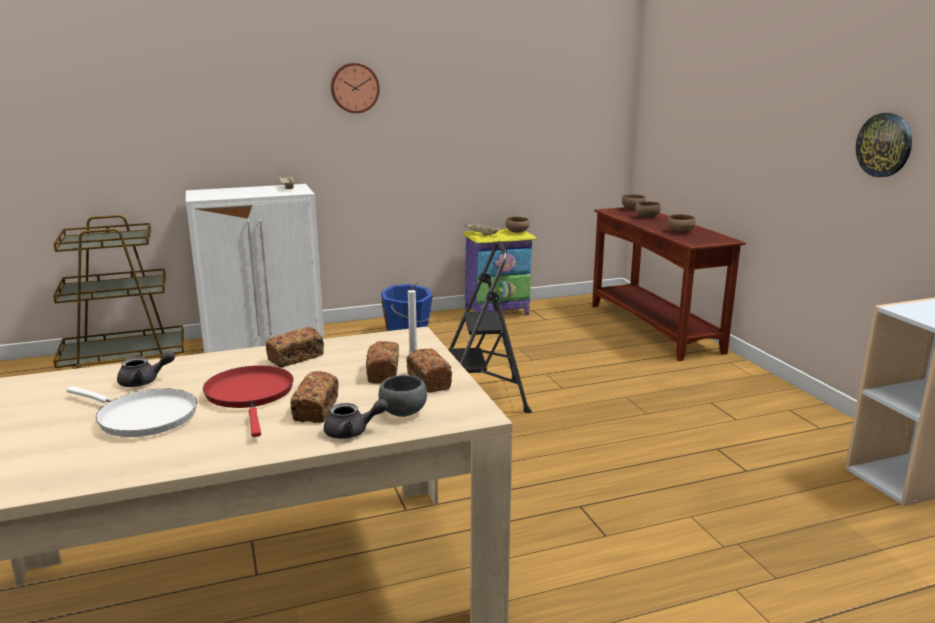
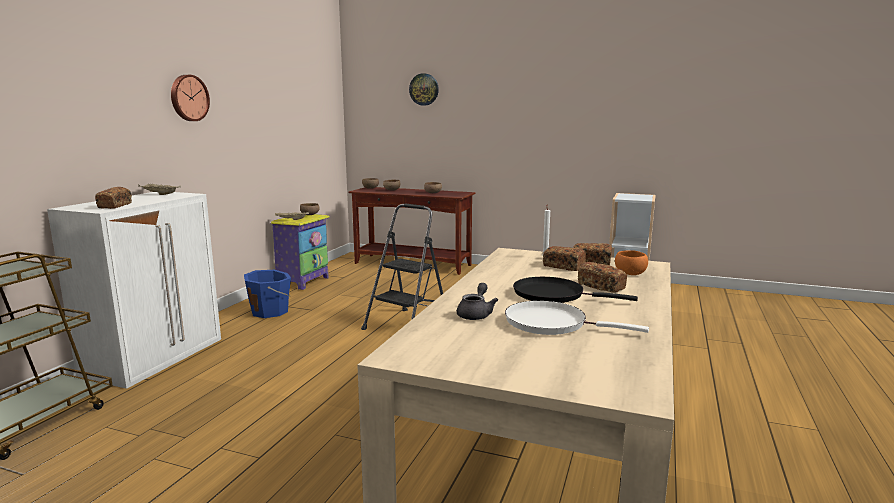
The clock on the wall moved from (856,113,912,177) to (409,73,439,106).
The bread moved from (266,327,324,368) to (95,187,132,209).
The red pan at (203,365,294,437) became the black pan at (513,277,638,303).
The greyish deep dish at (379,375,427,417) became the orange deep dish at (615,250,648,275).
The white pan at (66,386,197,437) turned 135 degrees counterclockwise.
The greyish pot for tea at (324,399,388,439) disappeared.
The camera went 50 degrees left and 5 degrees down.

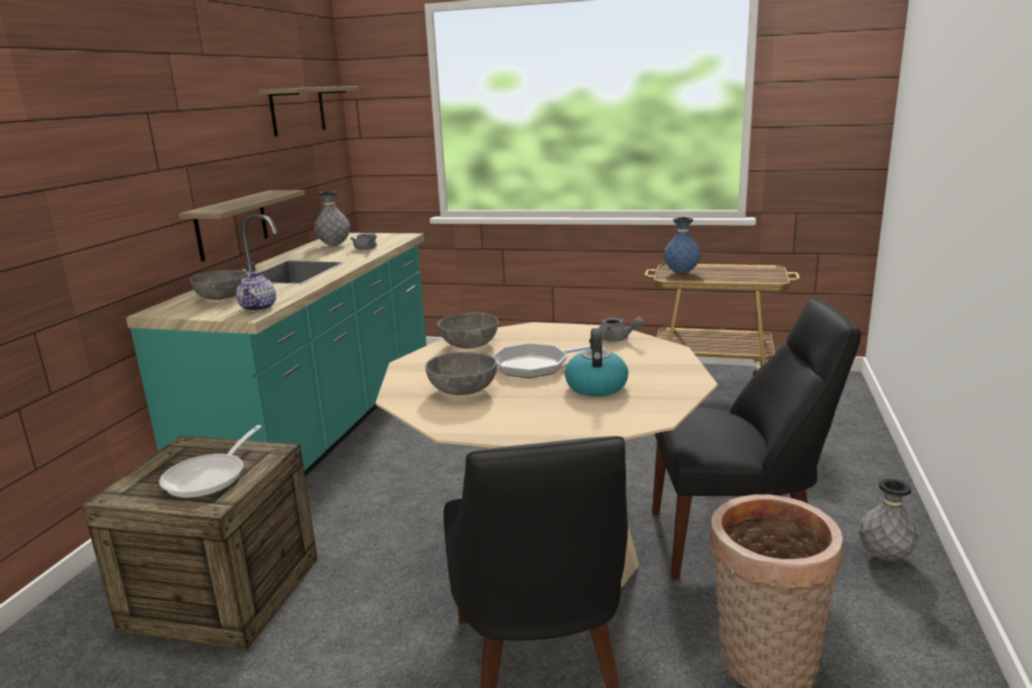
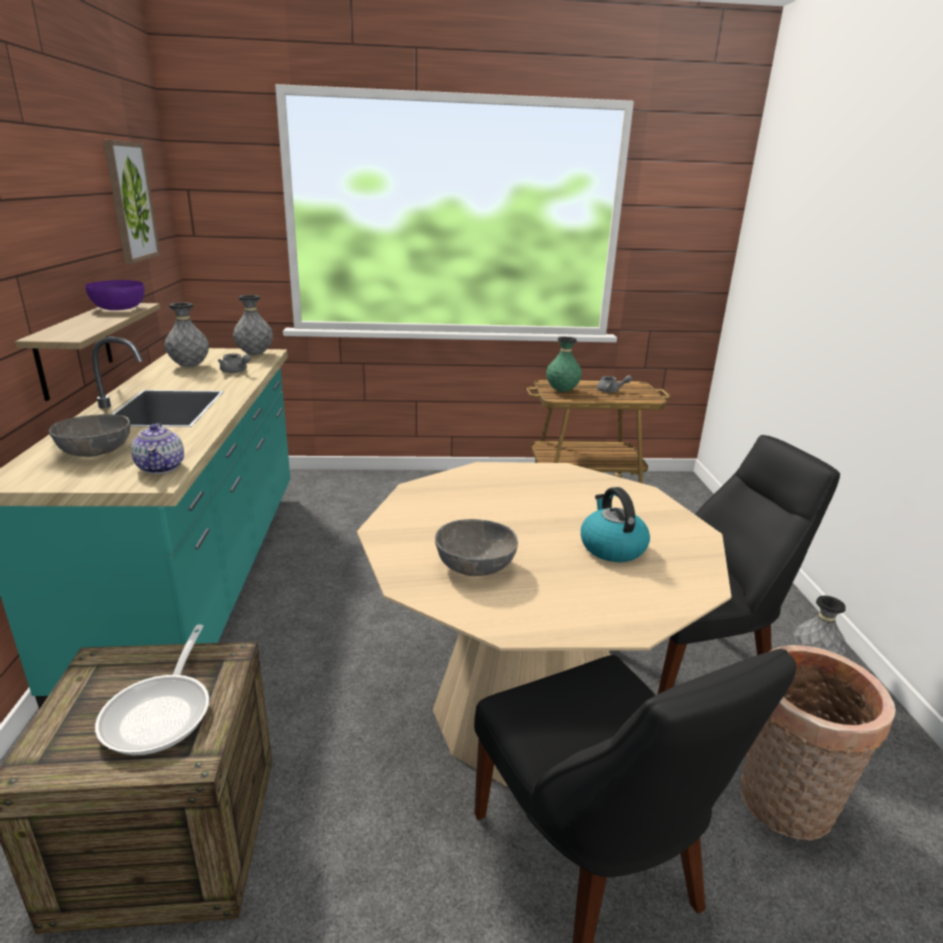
The wall shelf at (258,86,359,136) was replaced by the wall art at (103,140,160,264).
The blue-coloured vase at (664,217,701,274) became the green-coloured vase at (546,337,582,392).
The greyish deep dish at (437,312,498,349) disappeared.
The greyish pot for tea moved from (599,317,644,342) to (597,375,632,393).
The pan at (492,343,603,378) disappeared.
The purplish deep dish at (85,280,145,310) appeared.
The greyish vase at (233,295,273,355) appeared.
The camera went 20 degrees left and 5 degrees up.

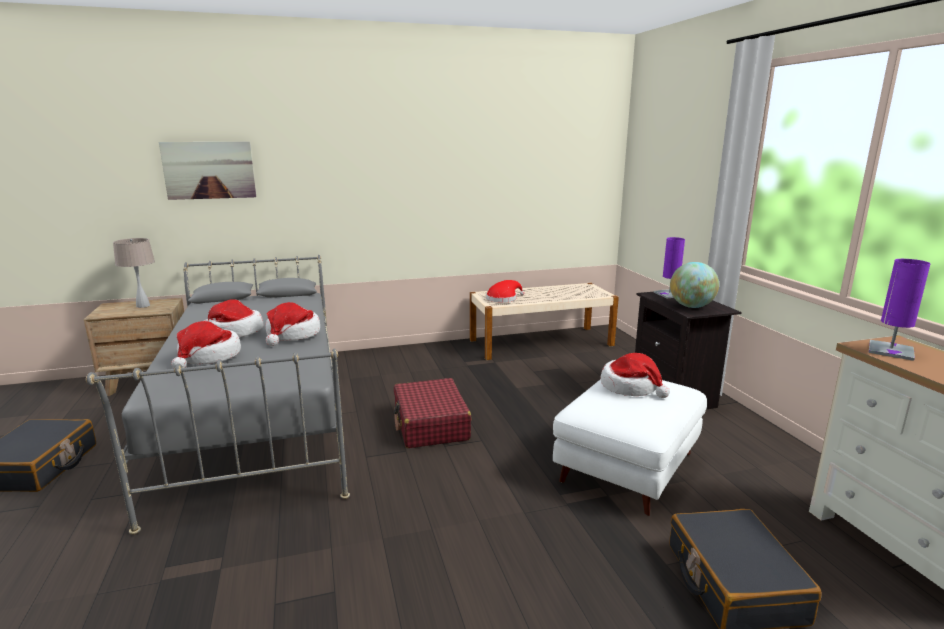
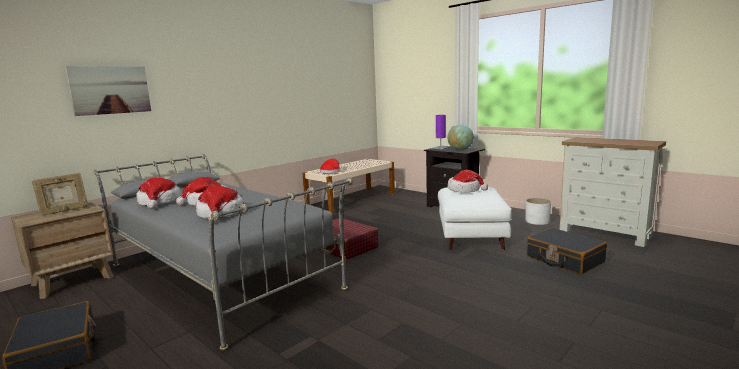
The beige tabletop lamp at (113,238,155,308) was replaced by the standing frame at (32,173,88,216).
The purplish tabletop lamp at (869,259,931,361) disappeared.
The wearable hat moved from (266,302,320,346) to (136,177,181,209).
The white flower pot at (526,198,551,225) appeared.
The camera went 30 degrees left and 5 degrees down.

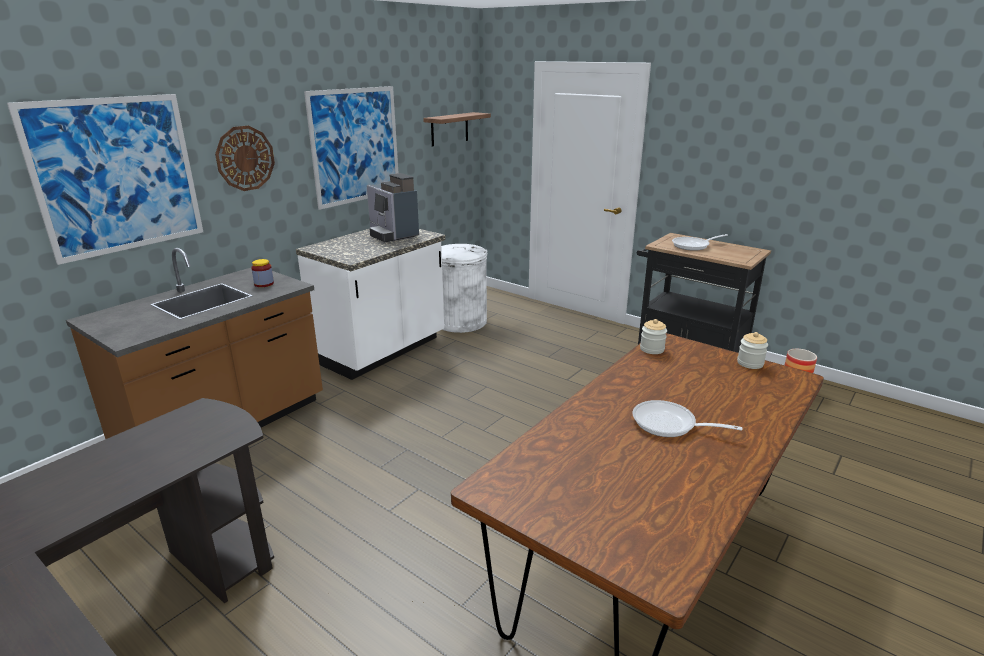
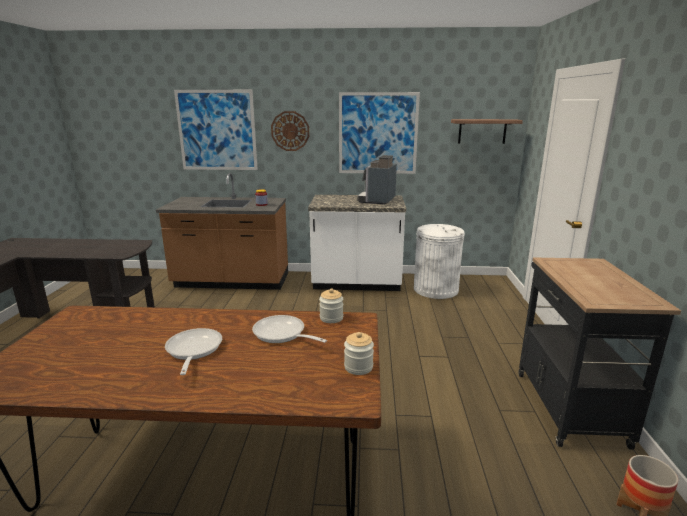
The pan moved from (672,234,728,251) to (252,315,327,343).
The camera went 55 degrees right and 5 degrees down.

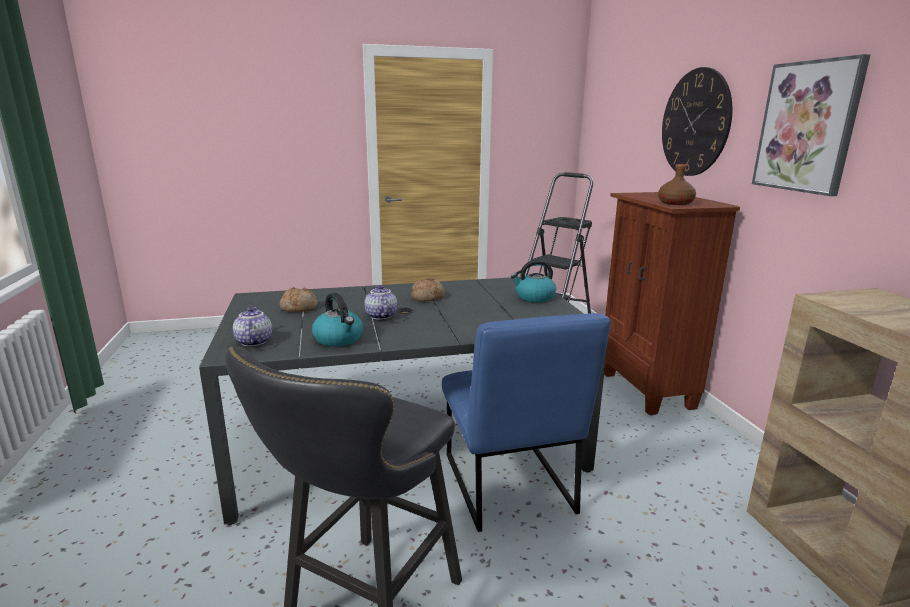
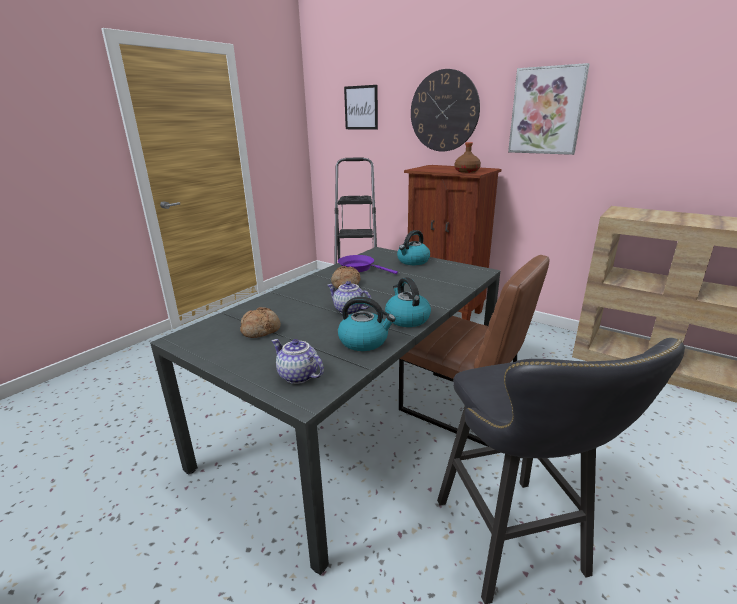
The blue-coloured upright chair at (442,313,611,532) became the brownish upright chair at (399,255,550,447).
The wall art at (344,85,378,130) appeared.
The purplish pan at (338,255,398,274) appeared.
The kettle at (385,277,431,327) appeared.
The camera went 40 degrees left and 5 degrees up.

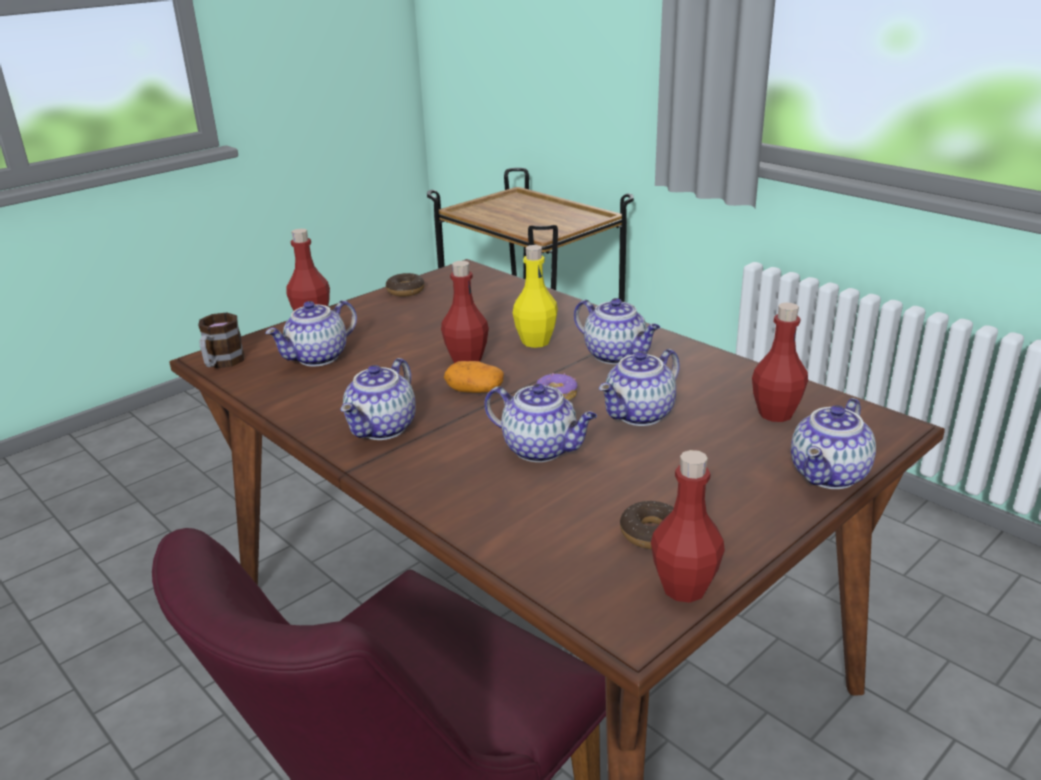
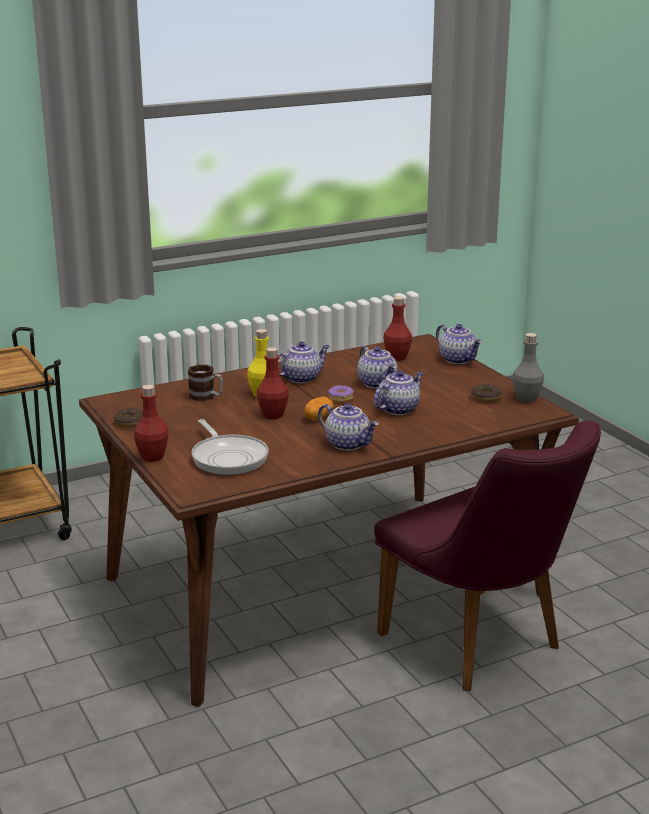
The pot for tea at (265,300,357,367) was replaced by the pan at (191,419,269,475).
The mug moved from (198,313,245,368) to (188,365,223,401).
The red drink bottle at (651,450,725,603) became the greyish drink bottle at (512,333,544,403).
The camera went 75 degrees left and 5 degrees down.

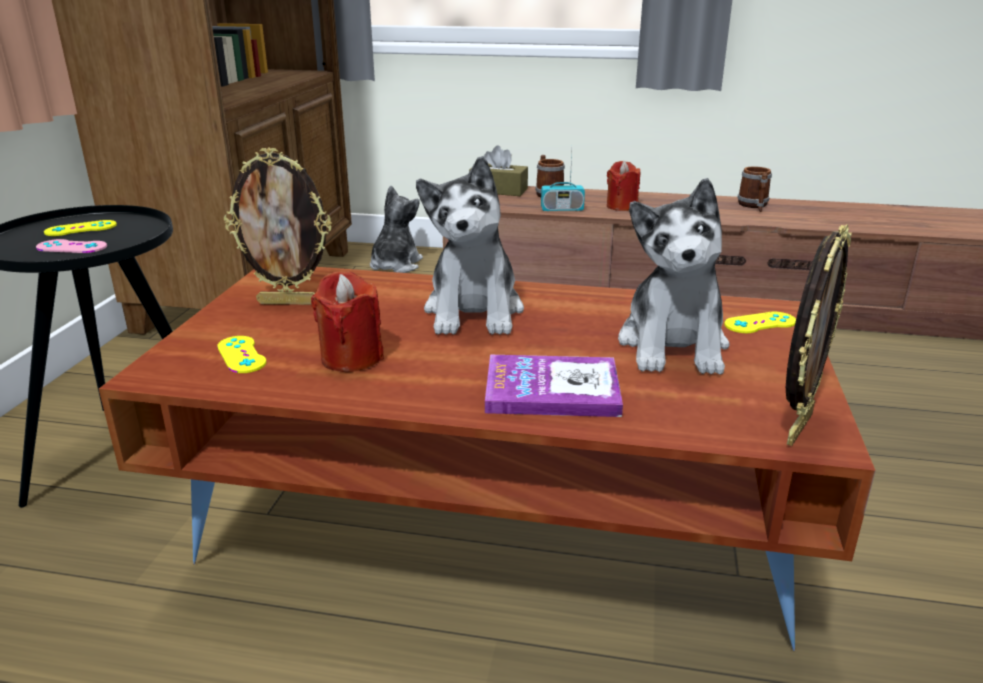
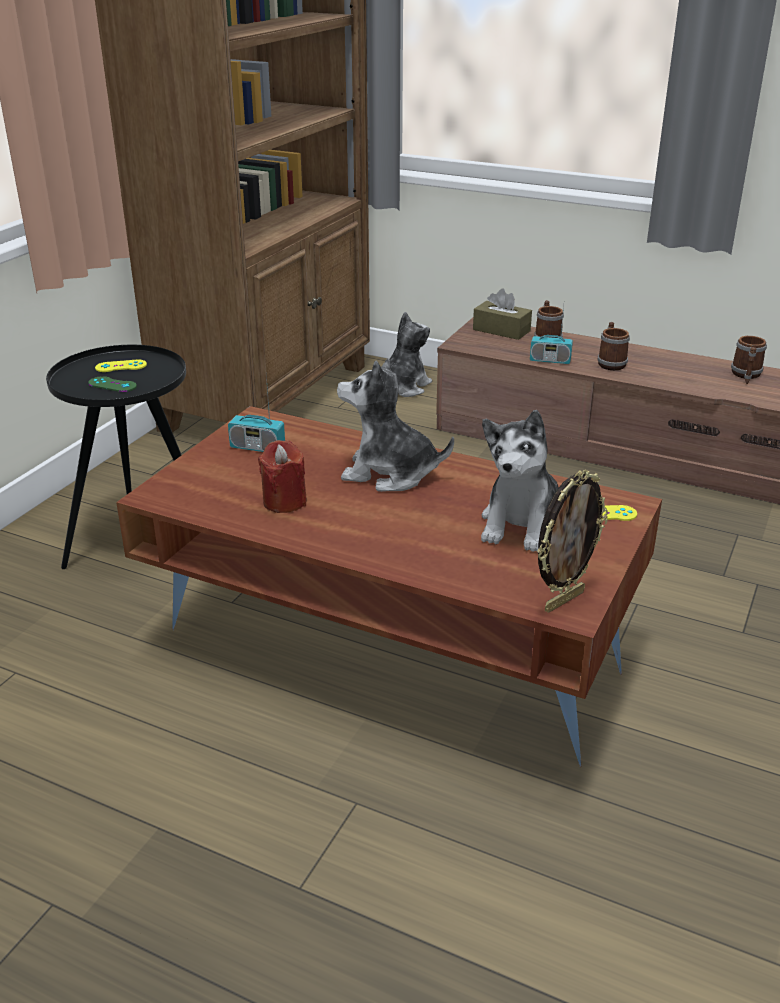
The standing frame at (224,147,332,305) was replaced by the radio set at (228,374,285,452).
The soft toy at (416,156,524,335) turned 90 degrees clockwise.
The red candle at (607,161,640,211) was replaced by the mug at (598,322,630,370).
The pink gamepad at (36,239,107,253) became the green-coloured gamepad at (88,376,137,392).
The yellowish gamepad at (217,336,267,373) disappeared.
The bound book at (485,355,623,417) disappeared.
The camera went 15 degrees right and 5 degrees up.

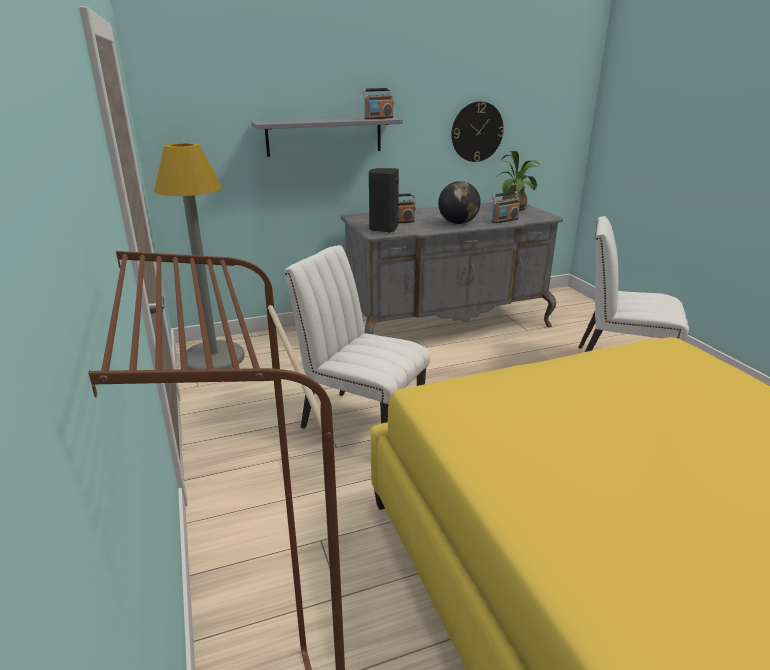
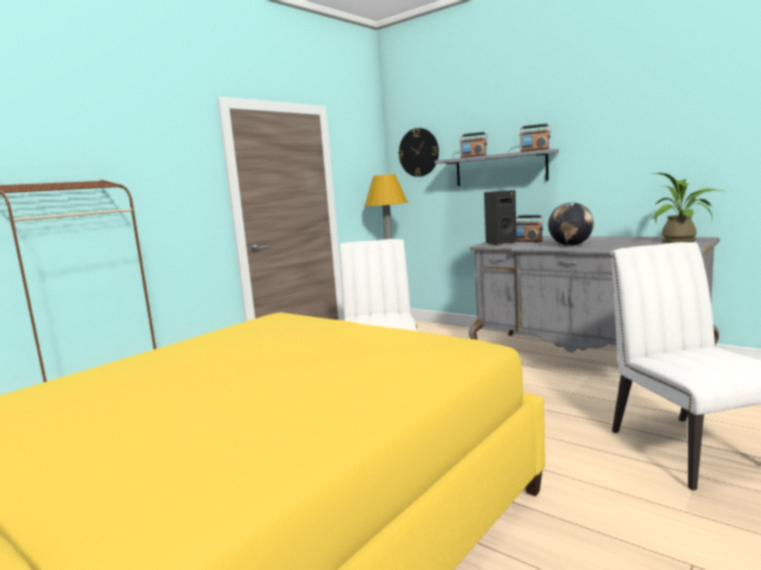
The clock on the wall moved from (451,101,504,162) to (398,128,439,177).
The radio set moved from (492,191,520,223) to (460,132,487,158).
The camera went 60 degrees right and 15 degrees down.

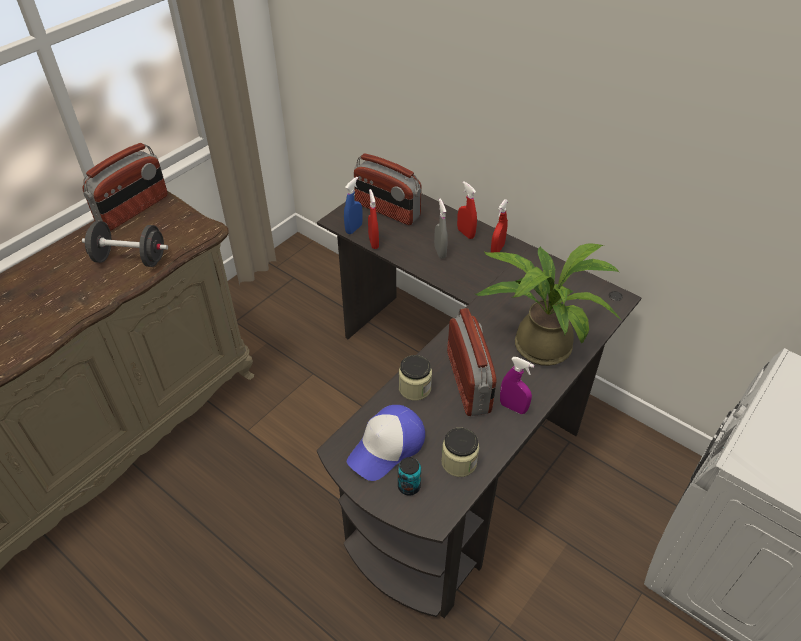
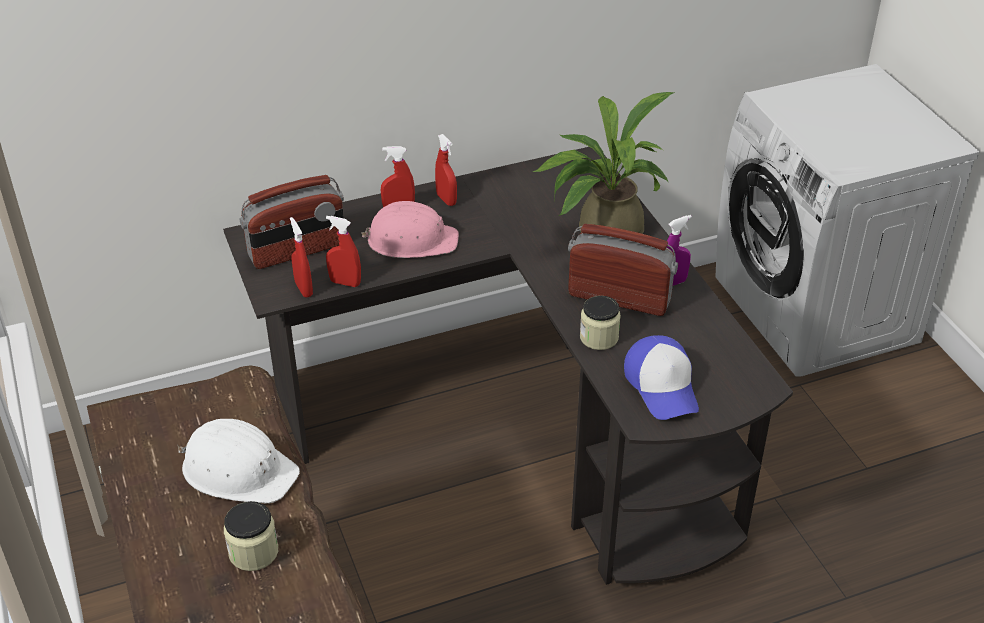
The radio set at (82,143,167,231) disappeared.
The blue-coloured hand sprayer at (344,177,363,234) became the red hand sprayer at (290,217,313,298).
The greyish hand sprayer at (434,198,448,259) was replaced by the pink work helmet at (361,201,459,258).
The black dumbbell at (82,221,168,267) was replaced by the white work helmet at (177,419,300,503).
The preserve jar moved from (441,428,479,477) to (224,501,278,571).
The sealed can at (398,457,421,496) disappeared.
The camera went 60 degrees left and 5 degrees down.

